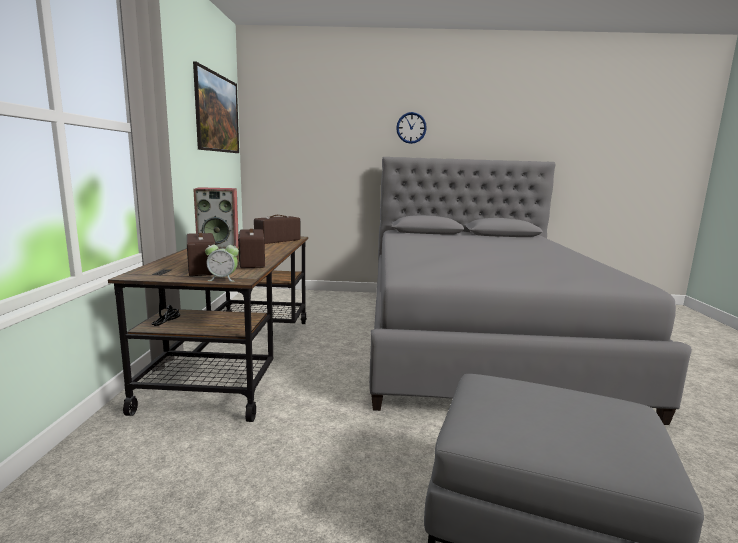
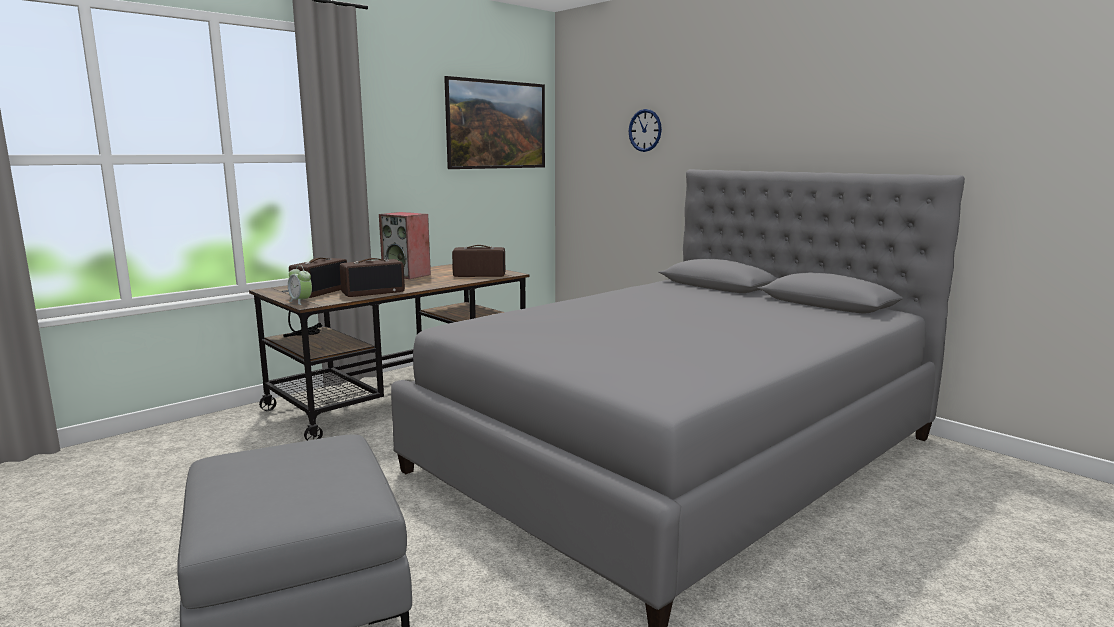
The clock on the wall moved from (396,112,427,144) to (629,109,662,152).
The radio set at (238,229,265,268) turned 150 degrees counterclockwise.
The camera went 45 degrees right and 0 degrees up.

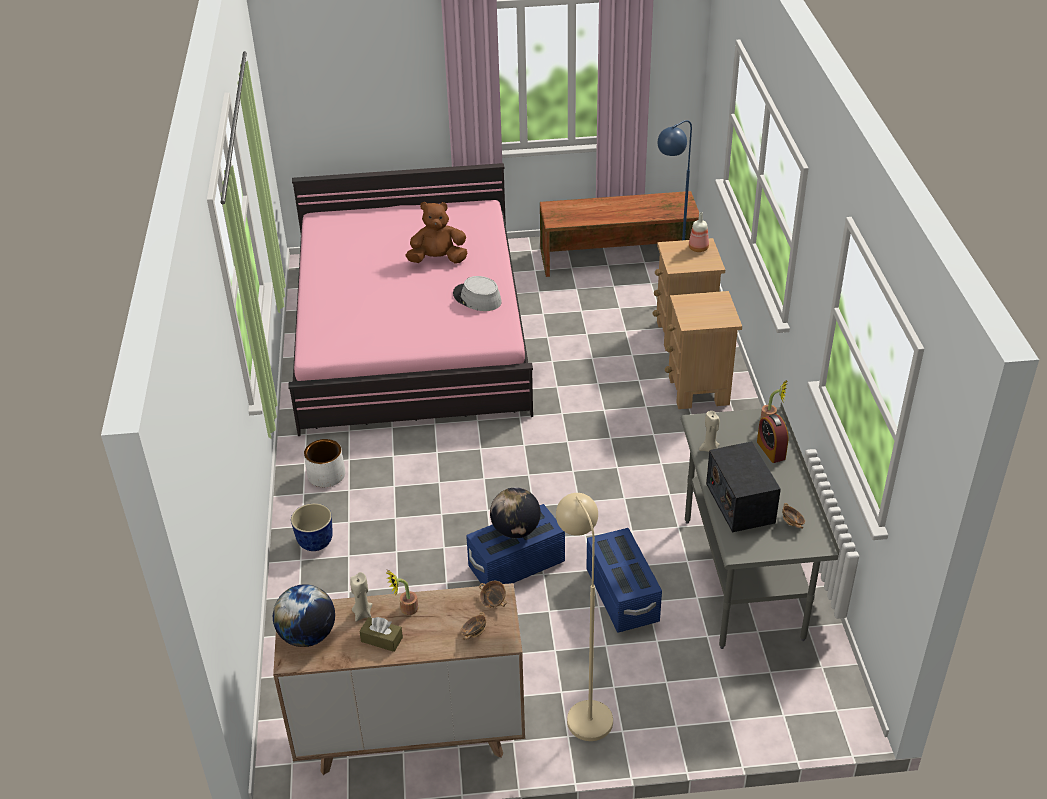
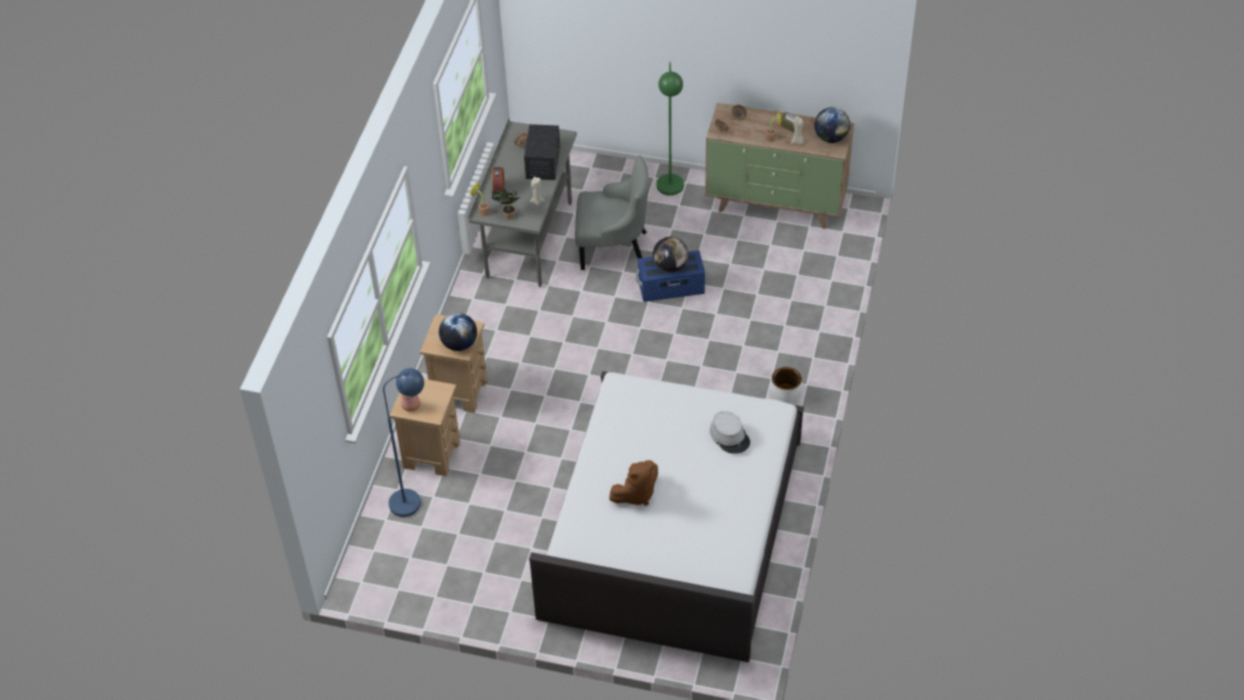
The pink bedroom bed at (288,163,533,436) became the white bedroom bed at (529,371,804,662).
The brownish bench at (540,191,699,277) disappeared.
The brownish soft toy at (405,202,468,264) turned 45 degrees counterclockwise.
The greyish wearable hat moved from (453,276,502,311) to (710,411,750,454).
The beige floor lamp at (556,493,613,741) became the green-coloured floor lamp at (656,62,684,196).
The flower pot at (291,503,333,551) disappeared.
The blue-coloured storage bin at (586,528,662,633) was replaced by the greyish upright chair at (575,155,649,270).
The houseplant at (492,188,520,220) appeared.
The desk globe at (439,313,477,351) appeared.
The camera went 160 degrees left and 10 degrees up.

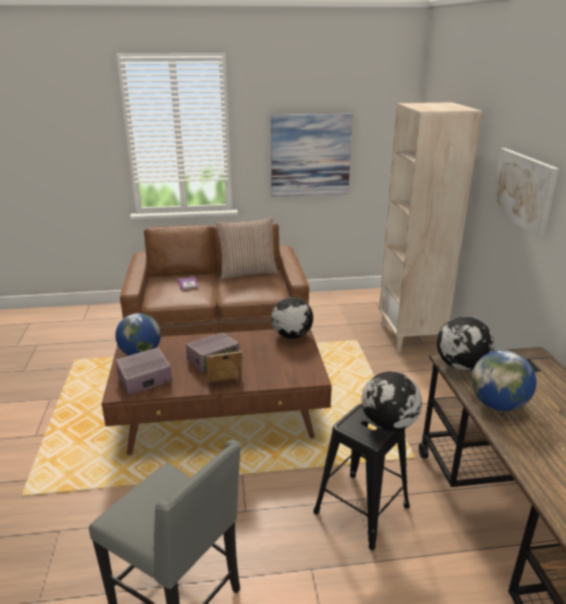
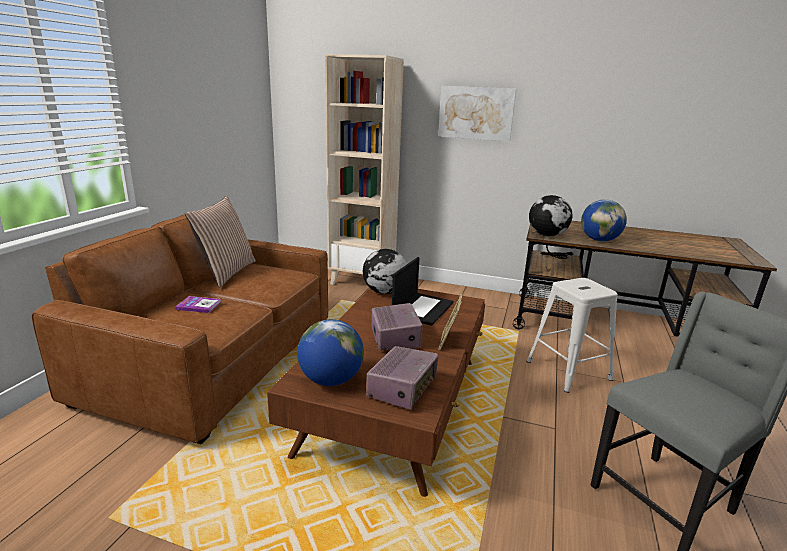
The wall art at (271,113,353,197) disappeared.
The radio set at (116,348,172,395) turned 150 degrees counterclockwise.
The desk globe at (361,371,422,431) disappeared.
The black stool seat at (313,404,410,550) became the white stool seat at (526,278,618,393).
The notebook computer at (392,257,453,326) appeared.
The camera went 65 degrees left and 5 degrees down.

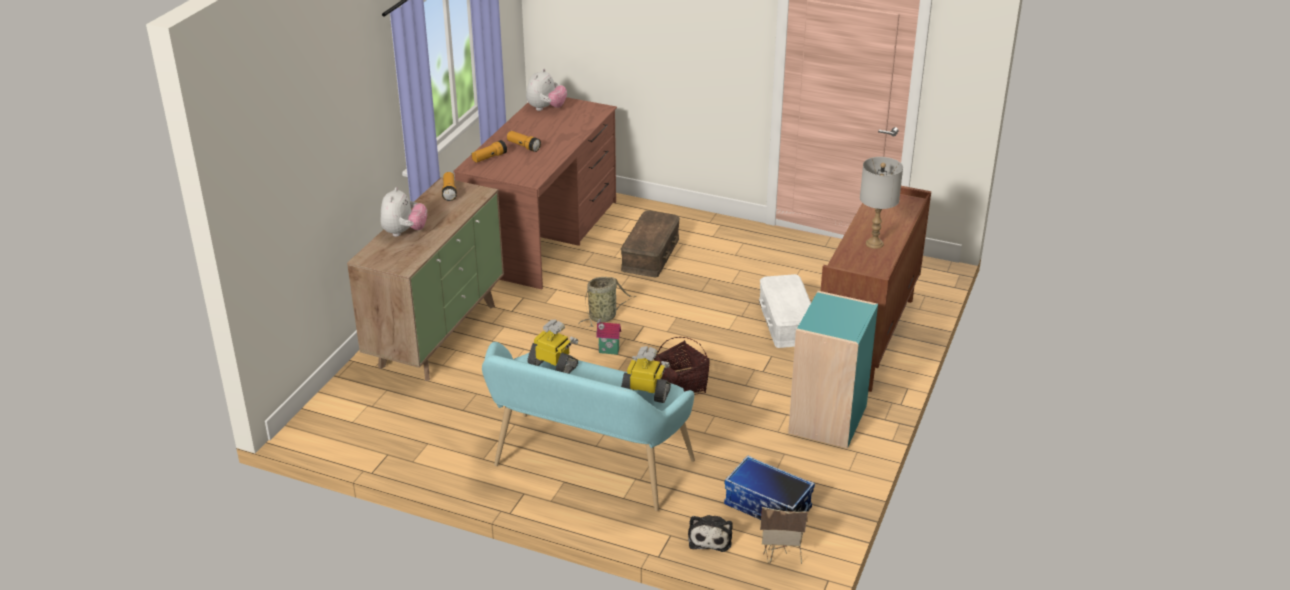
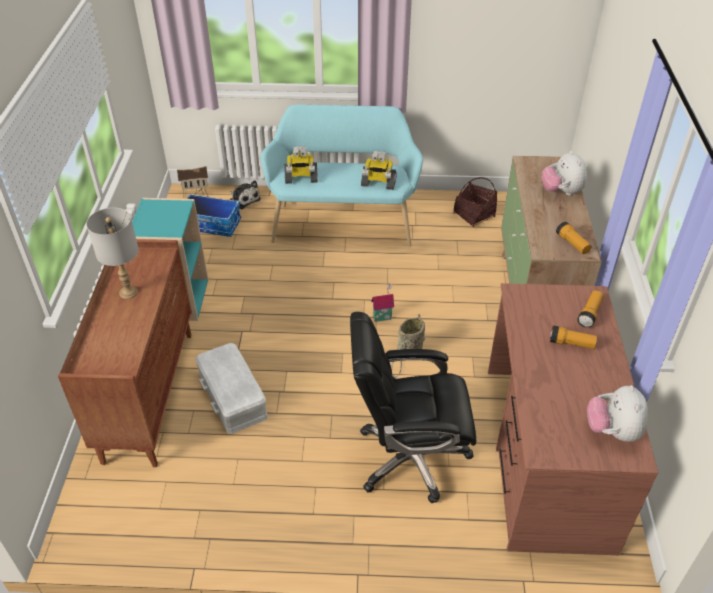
The brownish storage bin at (621,210,680,277) was replaced by the black desk chair at (350,312,476,503).
The basket moved from (654,337,710,395) to (453,177,497,227).
The soft toy at (688,515,733,552) turned 150 degrees clockwise.
The camera went 160 degrees right and 10 degrees up.

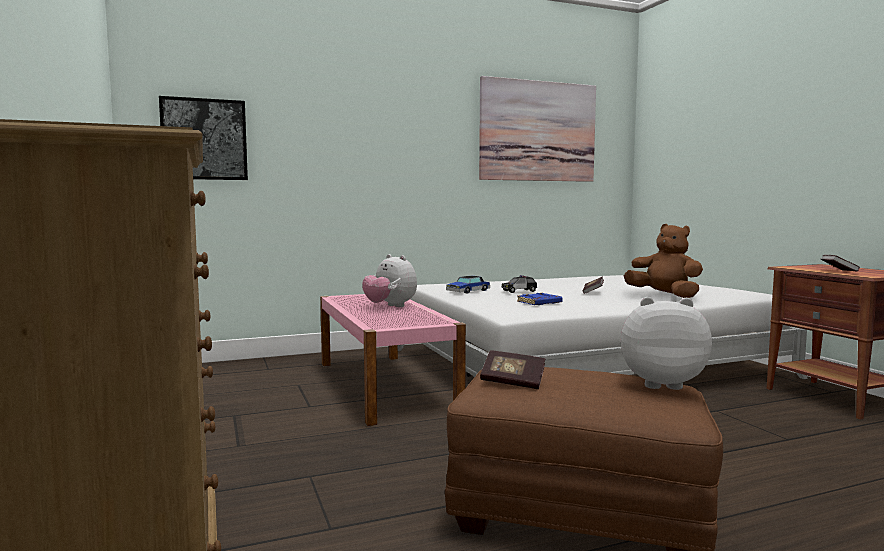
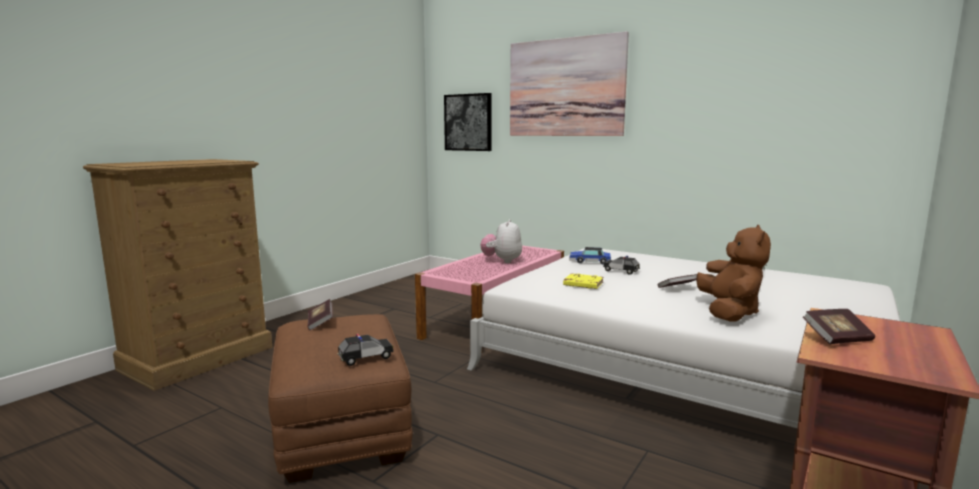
The wall art moved from (479,76,596,182) to (510,31,629,136).
The blue-coloured bound book at (517,293,563,305) became the yellowish bound book at (563,273,604,289).
The soft toy at (621,297,712,390) was replaced by the toy car at (337,334,393,366).
The camera went 55 degrees right and 5 degrees up.

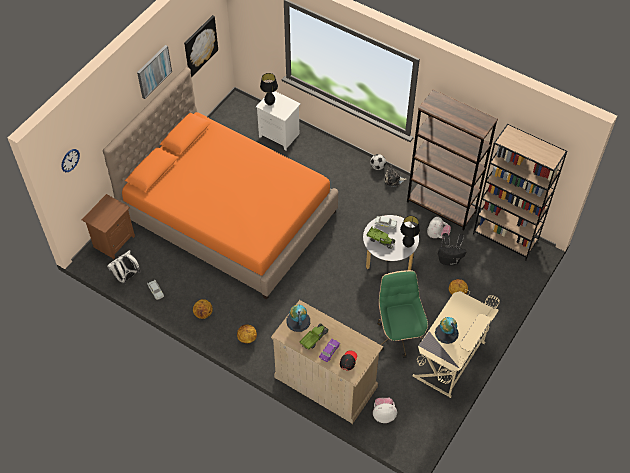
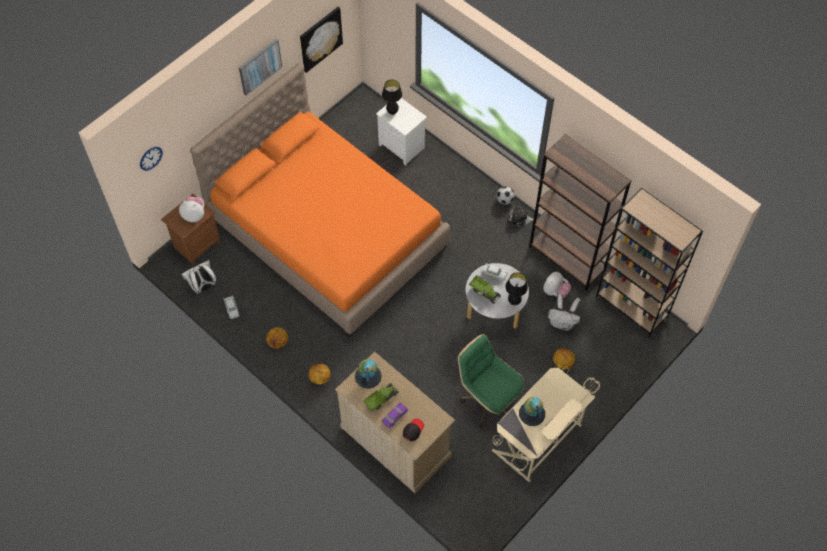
The black backpack at (438,233,467,266) became the white backpack at (548,294,581,330).
The green-coloured desk chair at (377,270,428,358) turned 45 degrees counterclockwise.
The soft toy moved from (373,398,397,423) to (179,196,205,222).
The camera went 10 degrees right and 5 degrees up.

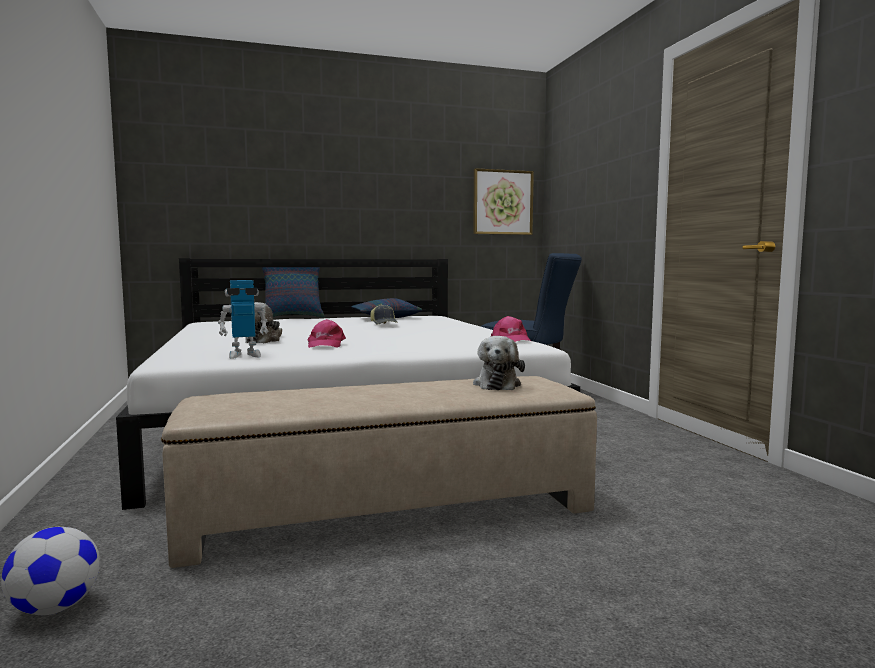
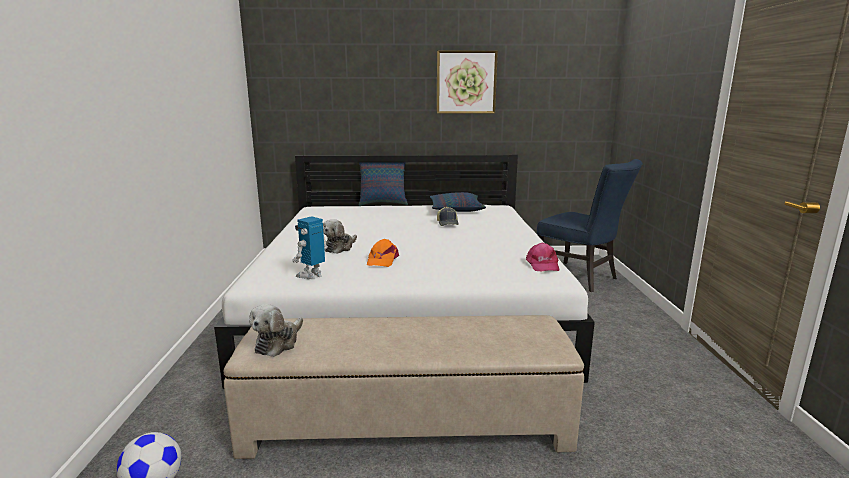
The wall art moved from (473,168,534,235) to (437,51,498,114).
The robot figure at (218,280,268,359) turned 135 degrees clockwise.
The pink cap at (308,319,346,348) became the orange cap at (367,239,399,267).
The soft toy moved from (473,336,525,390) to (249,304,303,357).
The camera went 15 degrees right and 10 degrees up.

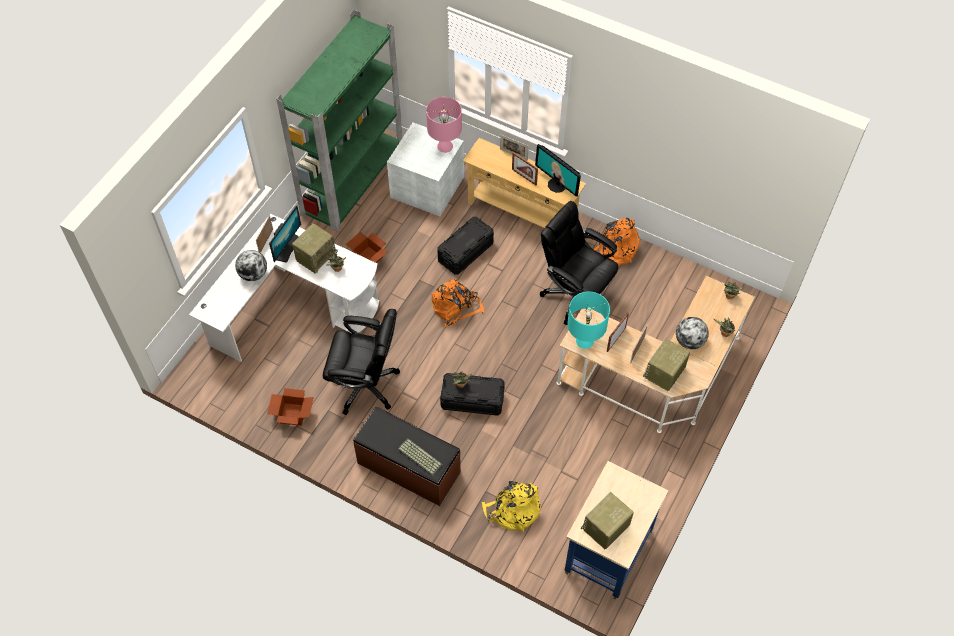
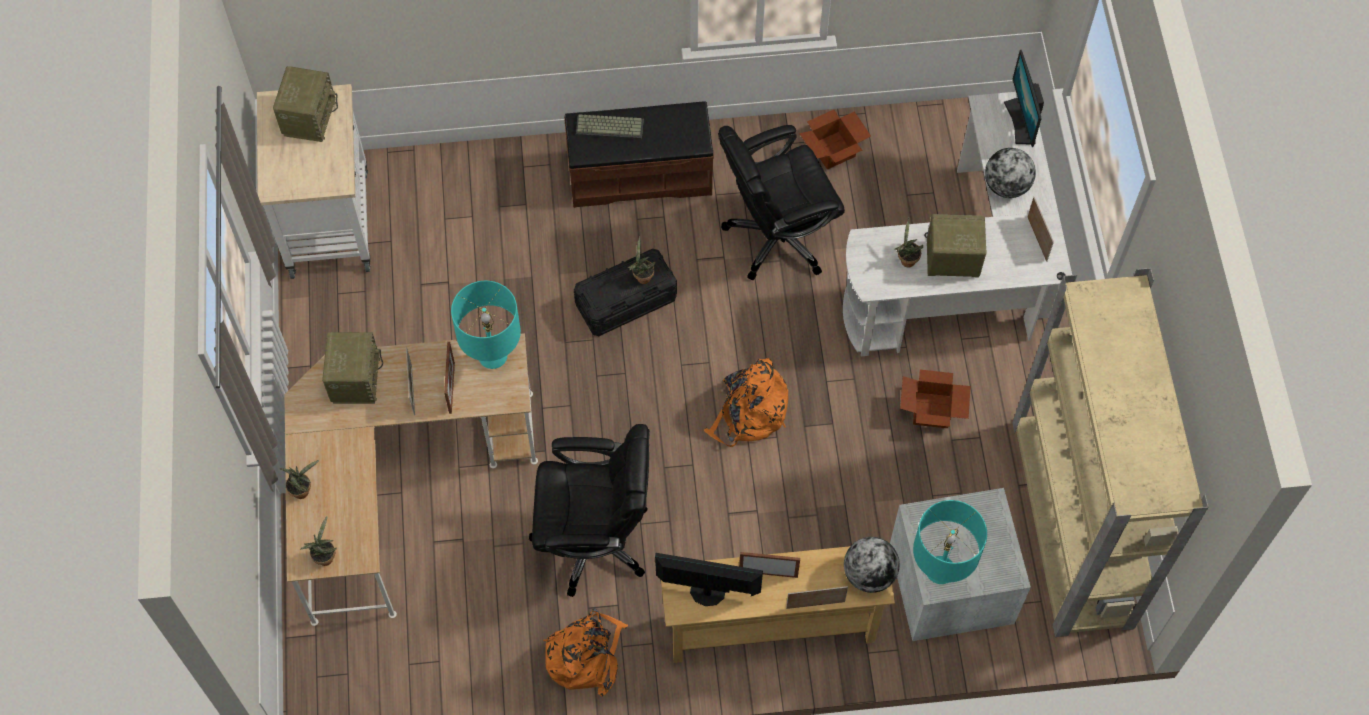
The green-coloured bookcase at (276,10,403,231) became the beige bookcase at (1012,268,1209,637).
The pink tabletop lamp at (426,97,462,153) became the turquoise tabletop lamp at (913,500,987,584).
The computer screen moved from (269,205,301,263) to (1004,50,1044,147).
The black storage bin at (437,217,494,275) disappeared.
The radio set at (292,223,338,274) turned 90 degrees clockwise.
The desk globe moved from (676,317,709,349) to (844,537,900,593).
The blue-coloured trolley at (564,461,668,600) became the white trolley at (257,84,370,279).
The yellowish backpack at (482,481,541,532) disappeared.
The camera went 145 degrees right and 5 degrees up.

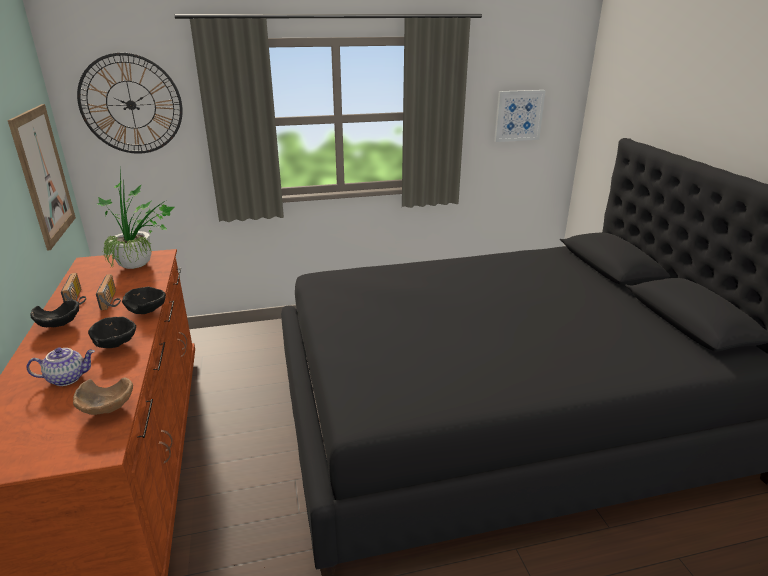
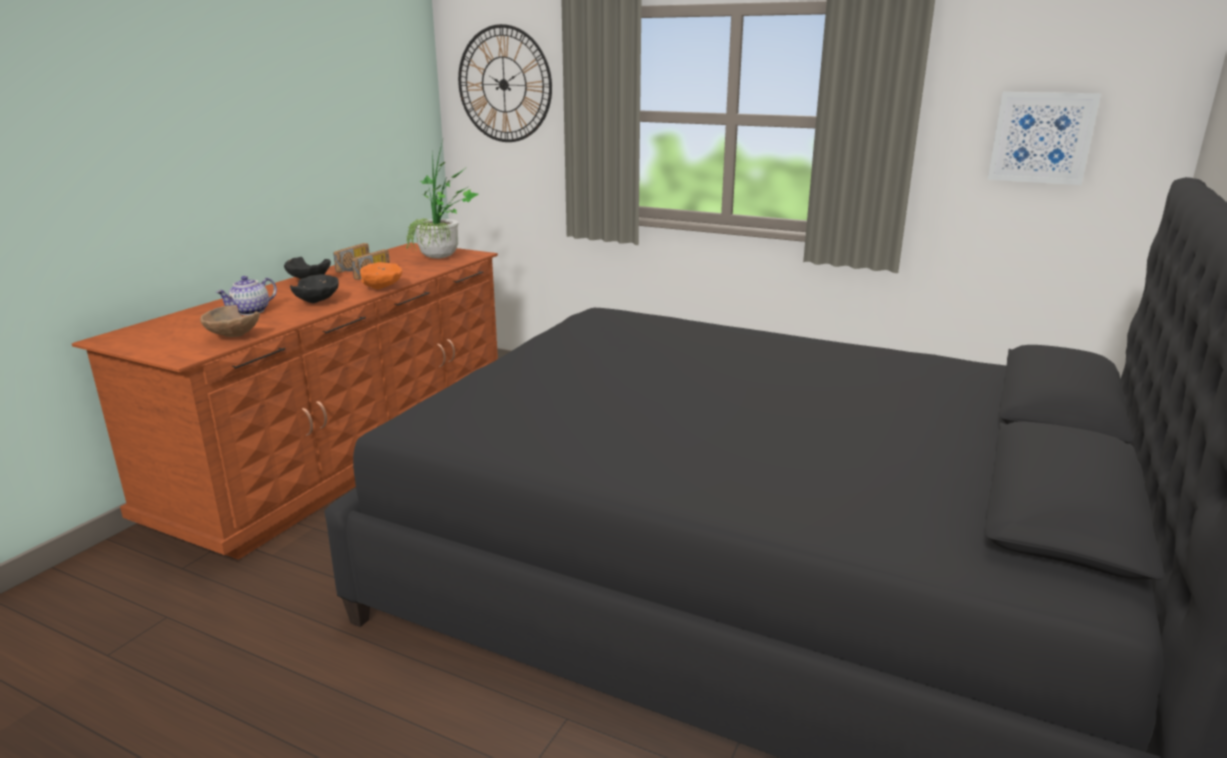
The wall art at (7,104,76,251) disappeared.
The black deep dish at (122,287,166,314) became the orange deep dish at (360,262,402,289).
The pot for tea at (26,347,95,386) turned 105 degrees clockwise.
The camera went 40 degrees right and 5 degrees down.

